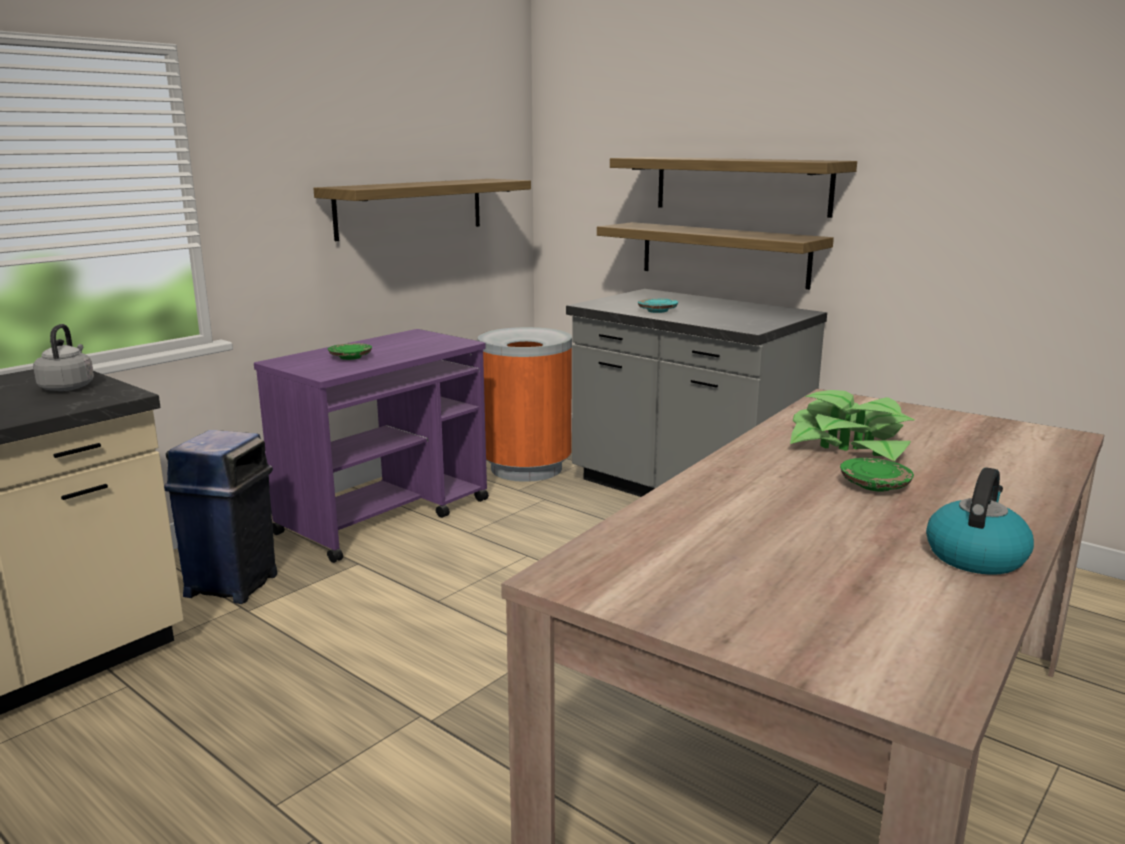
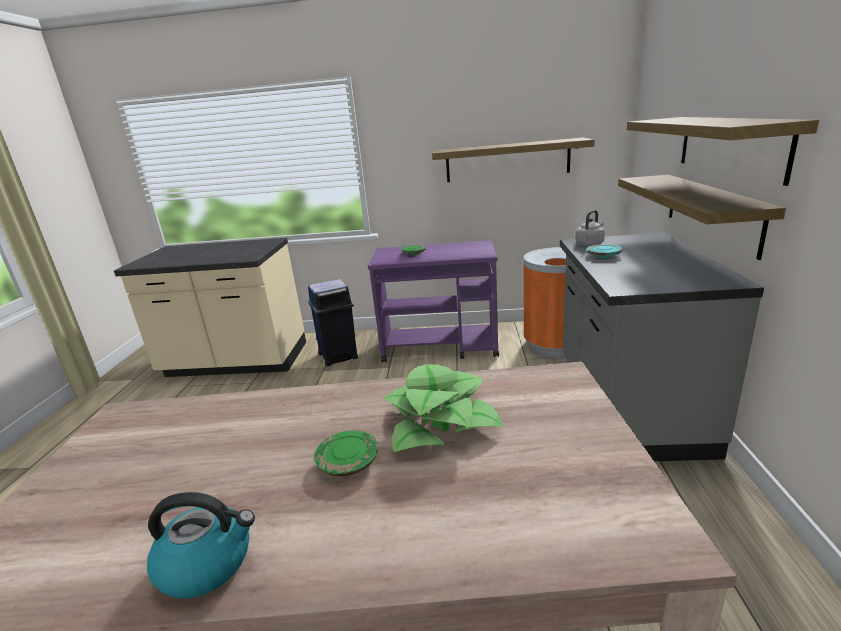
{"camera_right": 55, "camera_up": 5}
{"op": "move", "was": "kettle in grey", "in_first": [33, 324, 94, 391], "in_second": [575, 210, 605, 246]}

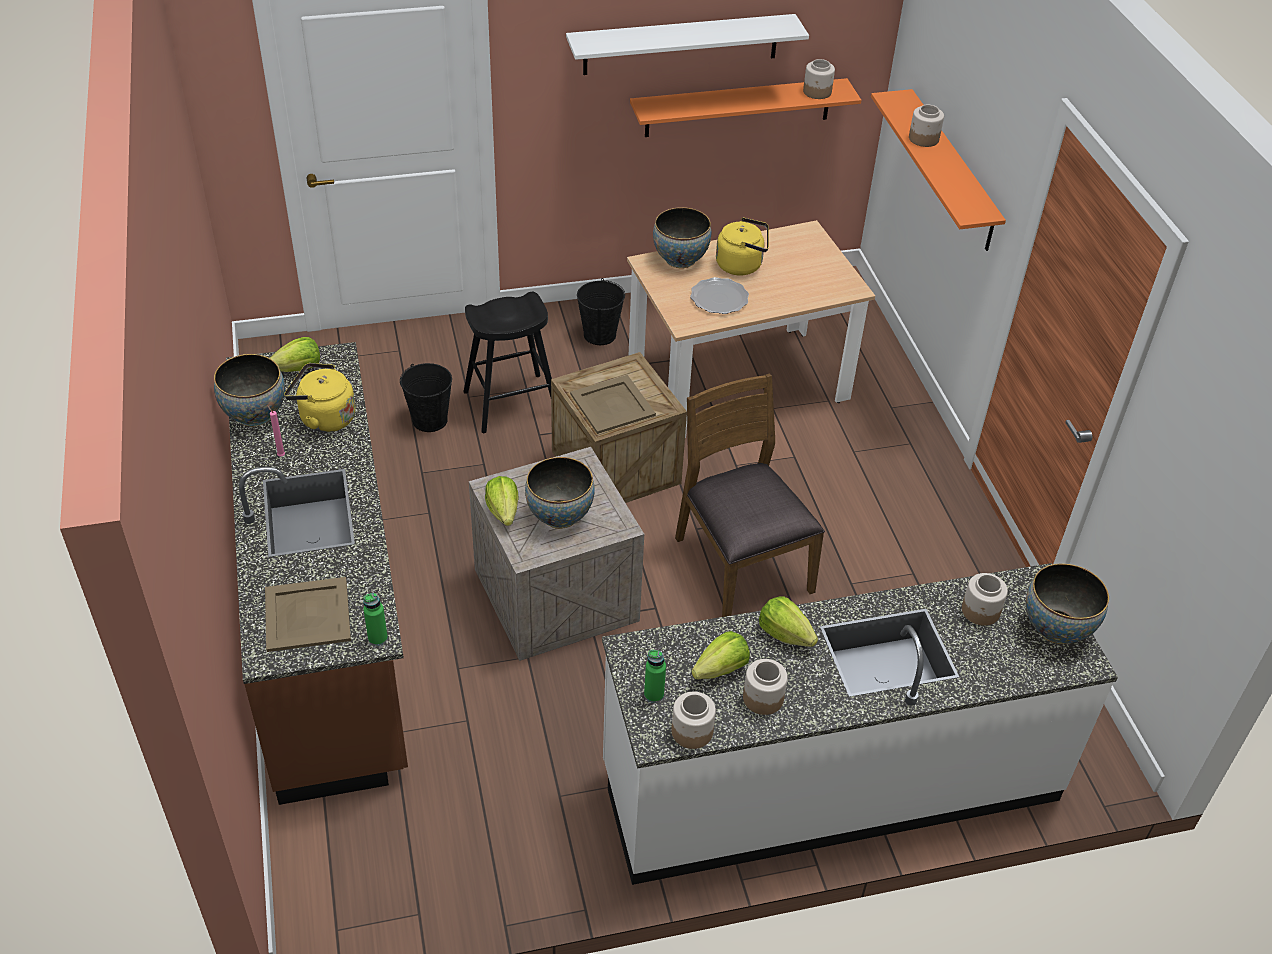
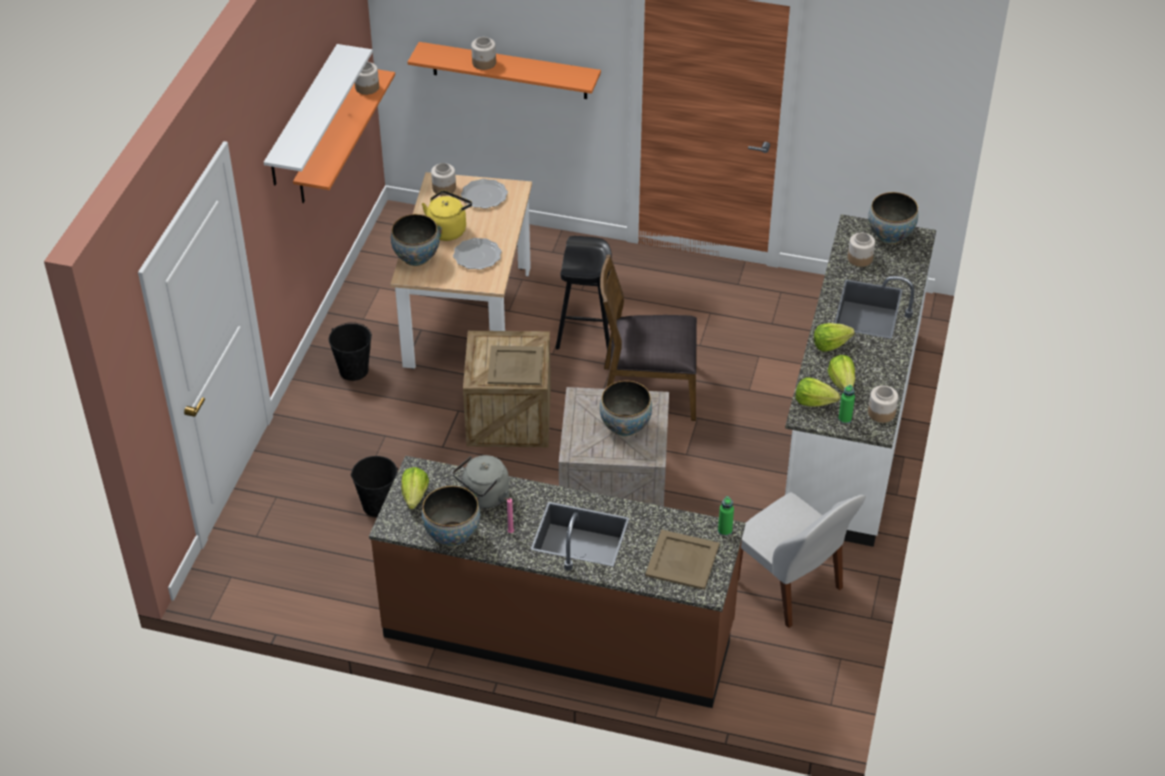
{"camera_right": -60, "camera_up": 0}
{"op": "move", "was": "jar", "in_first": [743, 659, 788, 715], "in_second": [431, 163, 456, 196]}
{"op": "recolor", "was": "kettle in yellow", "now": "kettle in grey", "in_first": [284, 363, 356, 433], "in_second": [453, 455, 510, 508]}
{"op": "insert", "now": "plate", "in_second": [461, 179, 508, 209]}
{"op": "move", "was": "stool in black", "in_first": [464, 292, 552, 433], "in_second": [556, 236, 612, 350]}
{"op": "insert", "now": "chair in white", "in_second": [738, 492, 866, 628]}
{"op": "move", "was": "lettuce", "in_first": [485, 476, 518, 526], "in_second": [795, 377, 840, 407]}

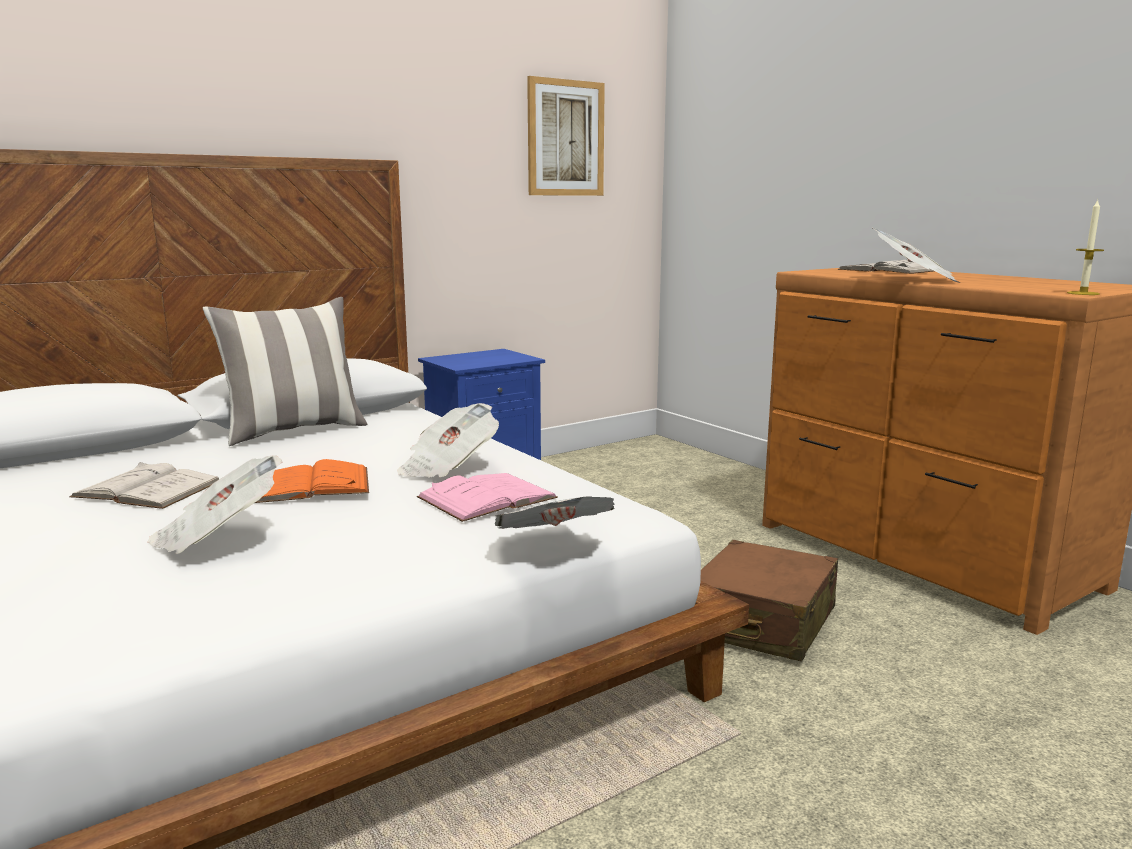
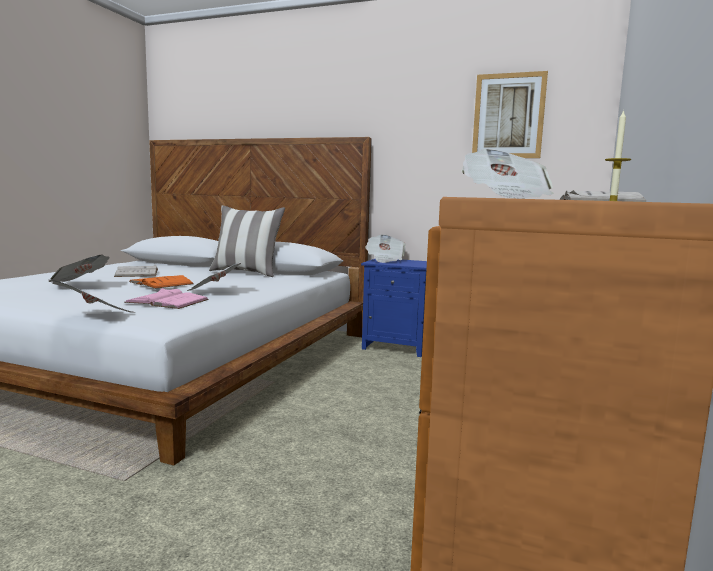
{"camera_right": 55, "camera_up": -5}
{"op": "insert", "now": "newspaper", "in_second": [365, 234, 406, 263]}
{"op": "move", "was": "candle", "in_first": [1067, 200, 1104, 295], "in_second": [605, 110, 631, 201]}
{"op": "delete", "was": "suitcase in brown", "in_first": [700, 540, 838, 661]}

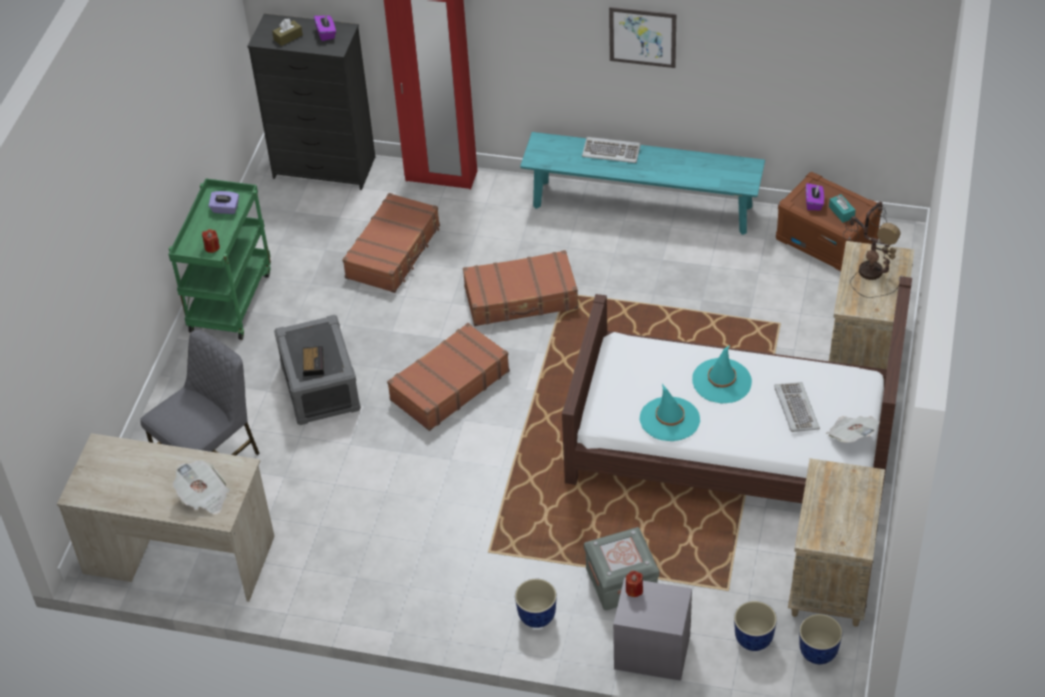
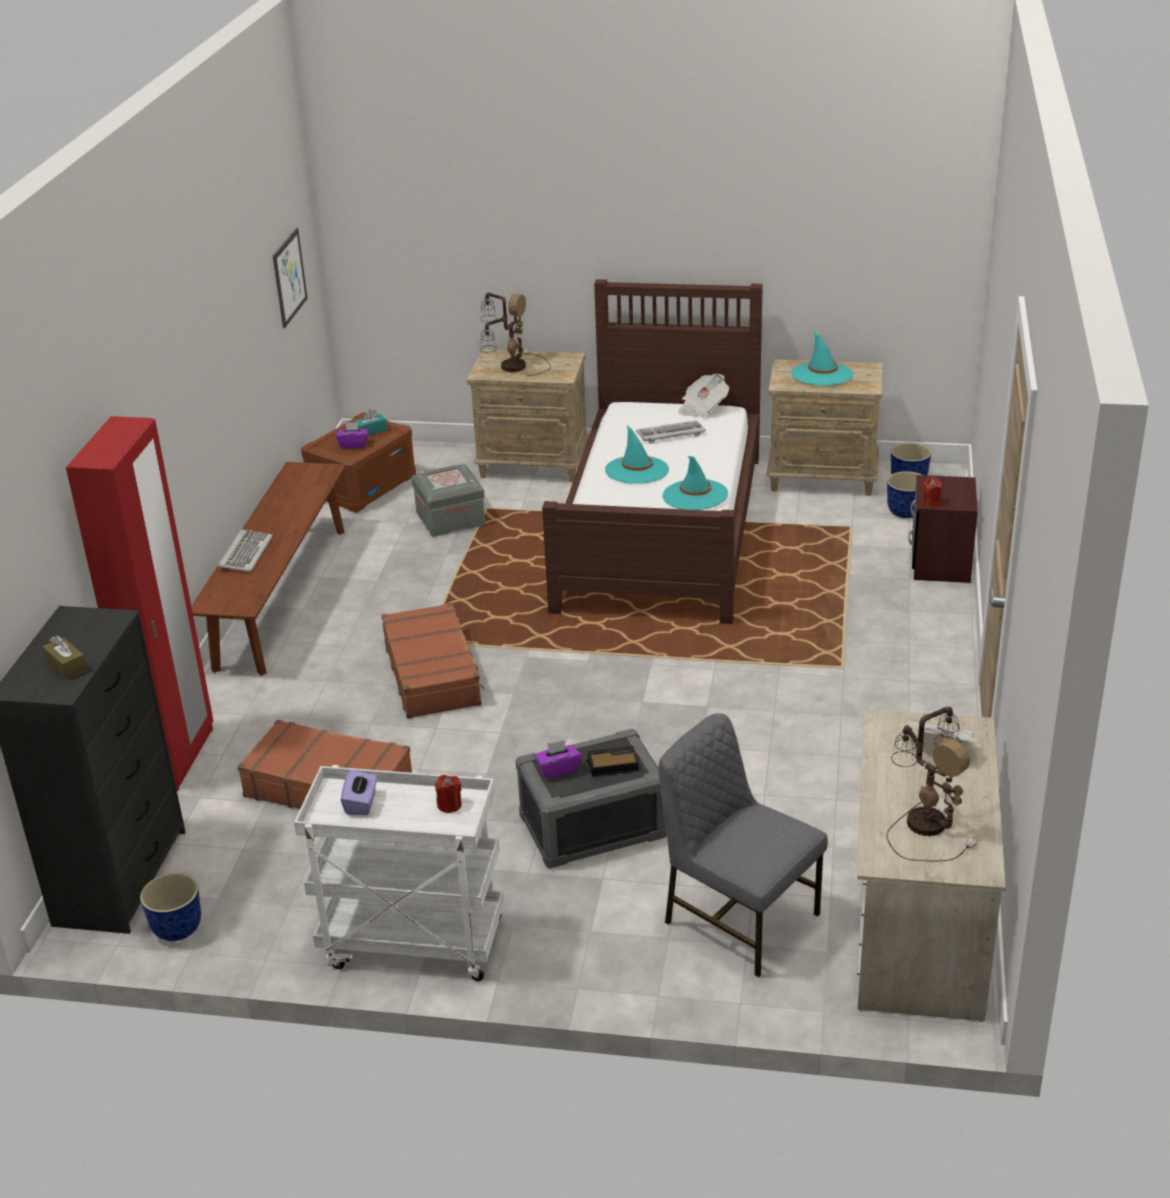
{"camera_right": -95, "camera_up": -15}
{"op": "move", "was": "planter", "in_first": [515, 579, 557, 628], "in_second": [140, 873, 201, 941]}
{"op": "recolor", "was": "bench in turquoise", "now": "bench in brown", "in_first": [520, 132, 765, 235], "in_second": [191, 462, 346, 676]}
{"op": "move", "was": "picture", "in_first": [609, 7, 676, 68], "in_second": [273, 228, 308, 328]}
{"op": "recolor", "was": "cart in green", "now": "cart in white", "in_first": [169, 179, 271, 340], "in_second": [294, 765, 504, 981]}
{"op": "move", "was": "storage box in grey", "in_first": [584, 527, 659, 610], "in_second": [411, 463, 485, 537]}
{"op": "move", "was": "tissue box in purple", "in_first": [314, 14, 336, 41], "in_second": [535, 740, 581, 779]}
{"op": "insert", "now": "hat in turquoise", "in_second": [791, 331, 853, 386]}
{"op": "insert", "now": "table lamp", "in_second": [887, 707, 978, 862]}
{"op": "recolor", "was": "nightstand in grey", "now": "nightstand in brown", "in_first": [613, 578, 692, 681], "in_second": [908, 475, 978, 583]}
{"op": "delete", "was": "suitcase in brown", "in_first": [387, 323, 510, 431]}

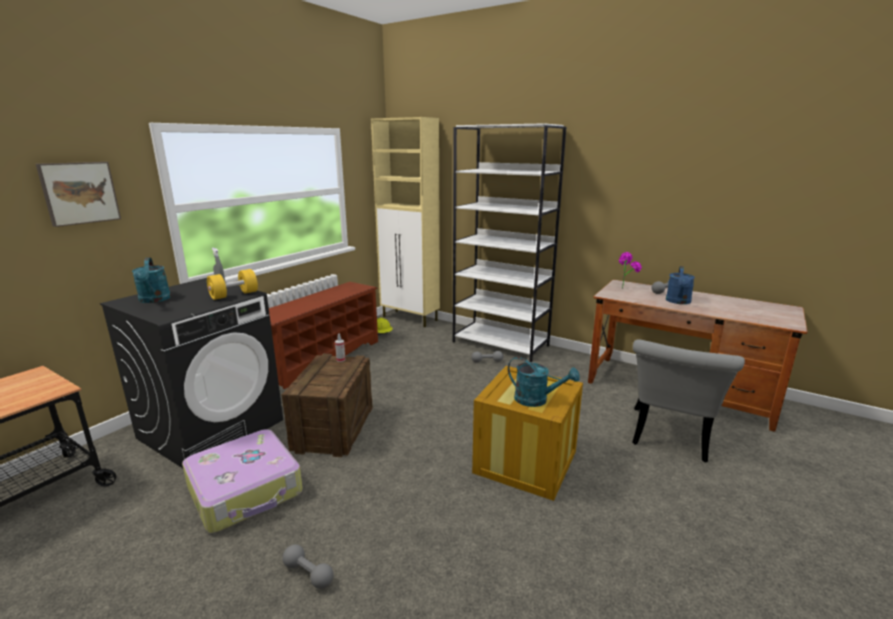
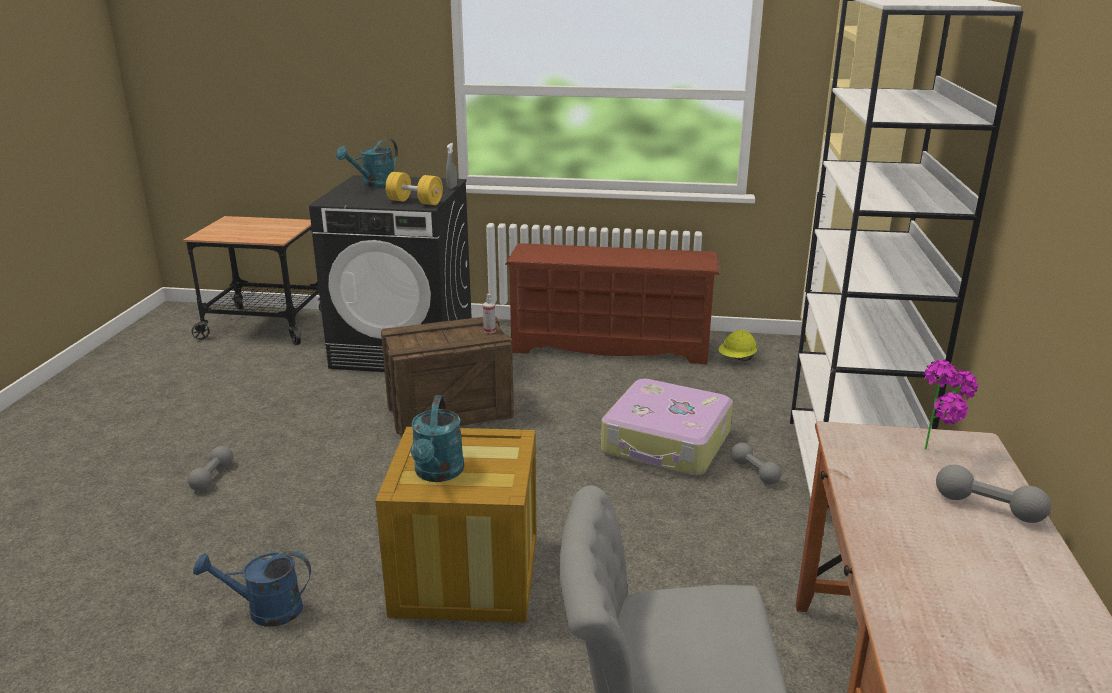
{"camera_right": 65, "camera_up": 5}
{"op": "move", "was": "watering can in blue", "in_first": [666, 266, 695, 304], "in_second": [193, 551, 311, 627]}
{"op": "move", "was": "suitcase", "in_first": [182, 429, 303, 533], "in_second": [601, 379, 733, 476]}
{"op": "delete", "was": "picture", "in_first": [36, 162, 121, 227]}

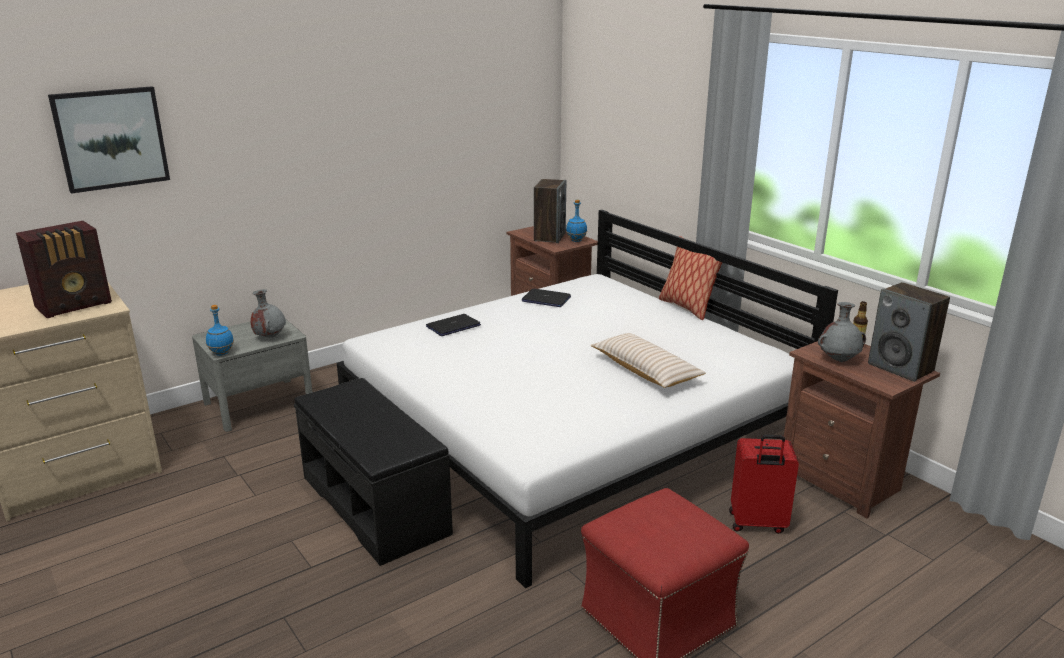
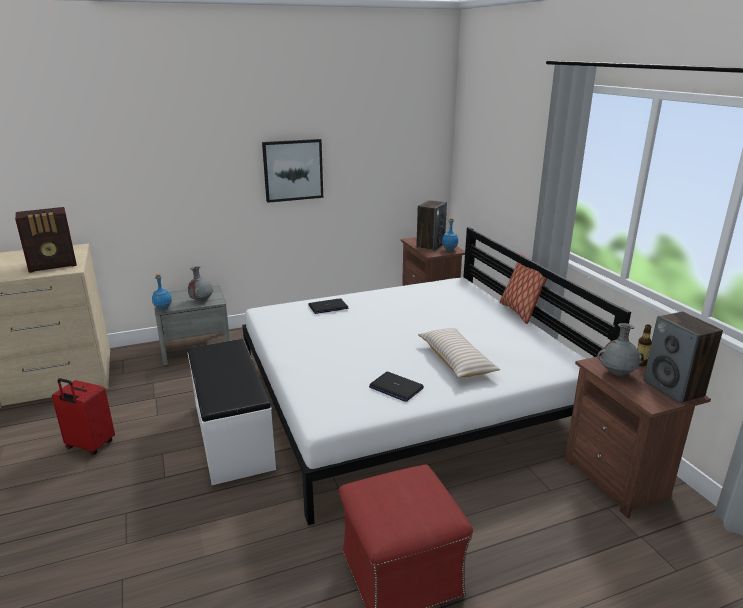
{"camera_right": 15, "camera_up": 0}
{"op": "move", "was": "suitcase in red", "in_first": [729, 435, 799, 534], "in_second": [52, 378, 115, 455]}
{"op": "recolor", "was": "bench in black", "now": "bench in white", "in_first": [294, 378, 453, 566], "in_second": [188, 339, 276, 485]}
{"op": "move", "was": "picture", "in_first": [48, 86, 170, 194], "in_second": [262, 139, 323, 203]}
{"op": "move", "was": "laptop", "in_first": [522, 289, 571, 307], "in_second": [369, 372, 424, 402]}

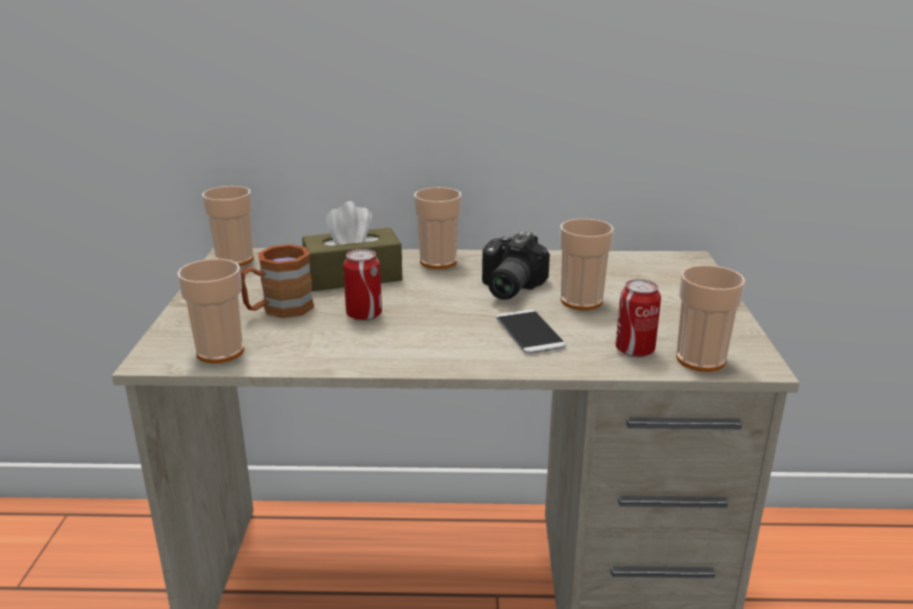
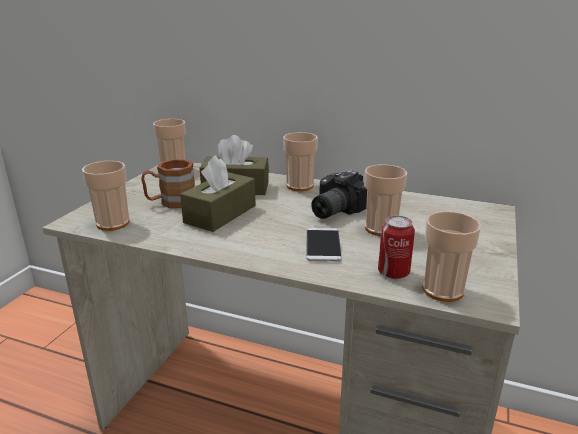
{"camera_right": 20, "camera_up": 0}
{"op": "replace", "was": "can", "now": "tissue box in brown", "in_first": [343, 249, 382, 321], "in_second": [180, 156, 256, 232]}

